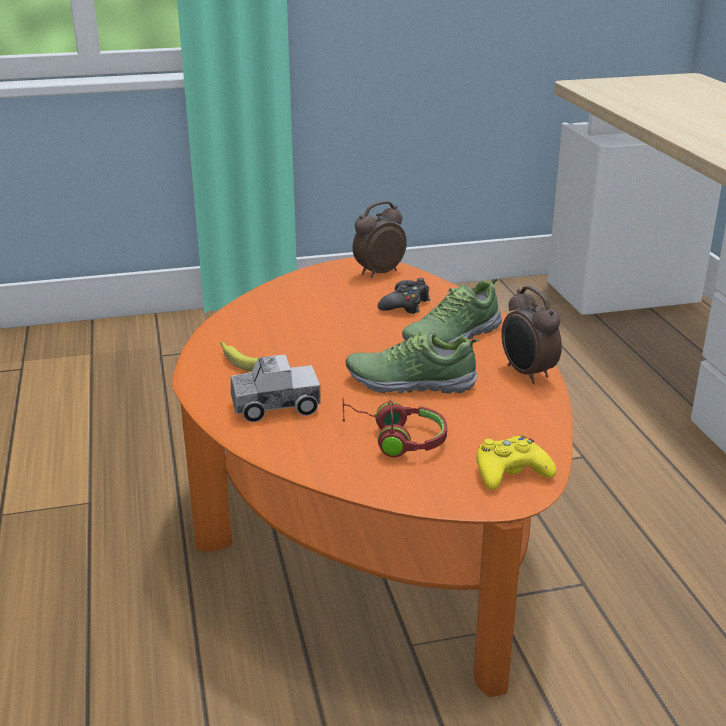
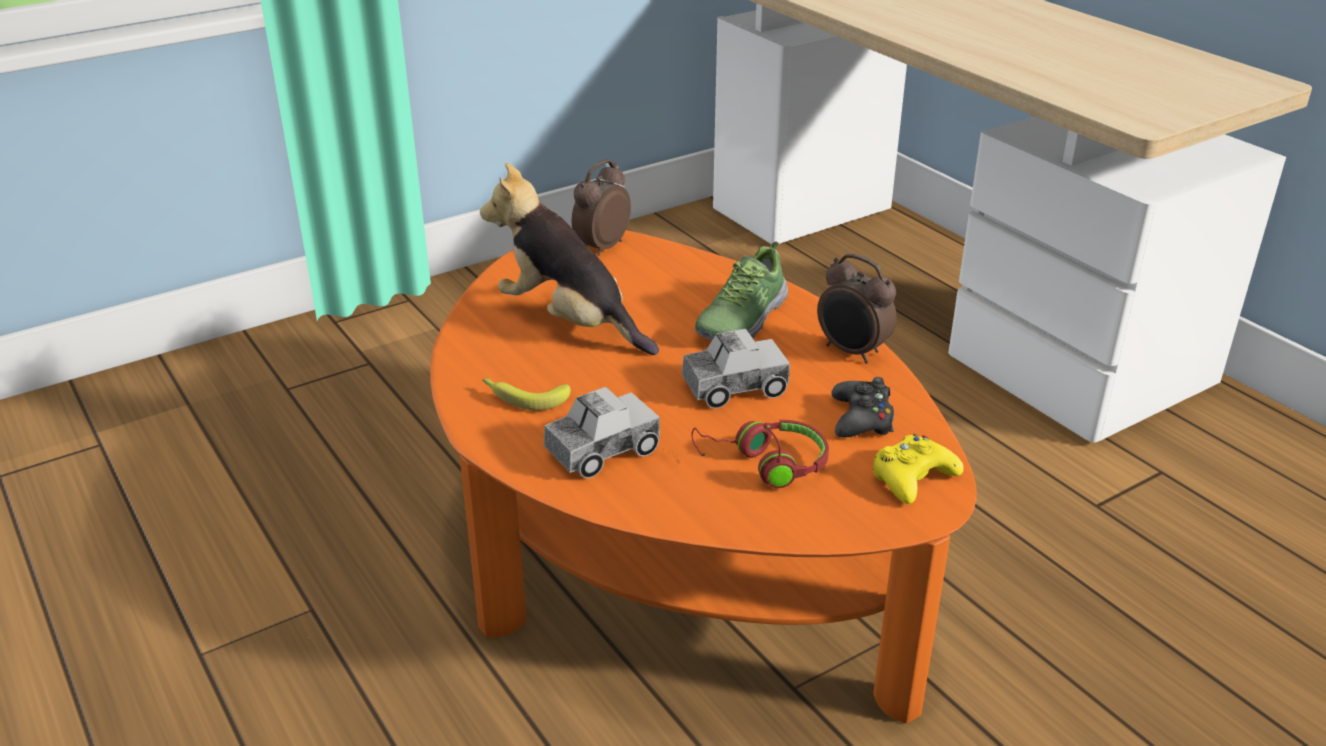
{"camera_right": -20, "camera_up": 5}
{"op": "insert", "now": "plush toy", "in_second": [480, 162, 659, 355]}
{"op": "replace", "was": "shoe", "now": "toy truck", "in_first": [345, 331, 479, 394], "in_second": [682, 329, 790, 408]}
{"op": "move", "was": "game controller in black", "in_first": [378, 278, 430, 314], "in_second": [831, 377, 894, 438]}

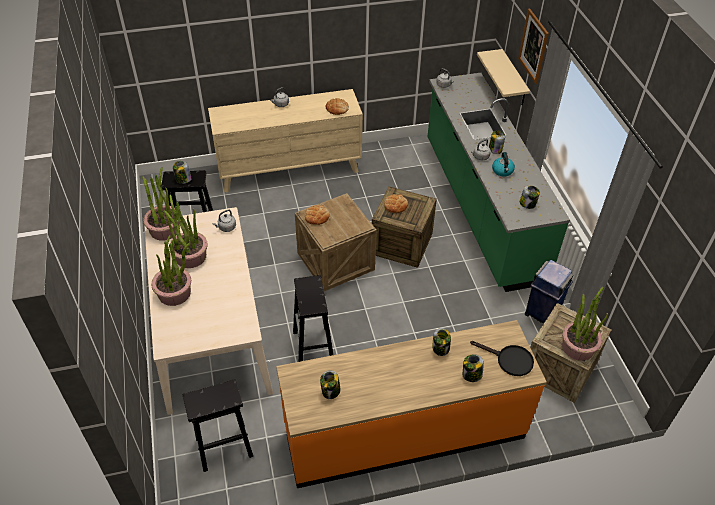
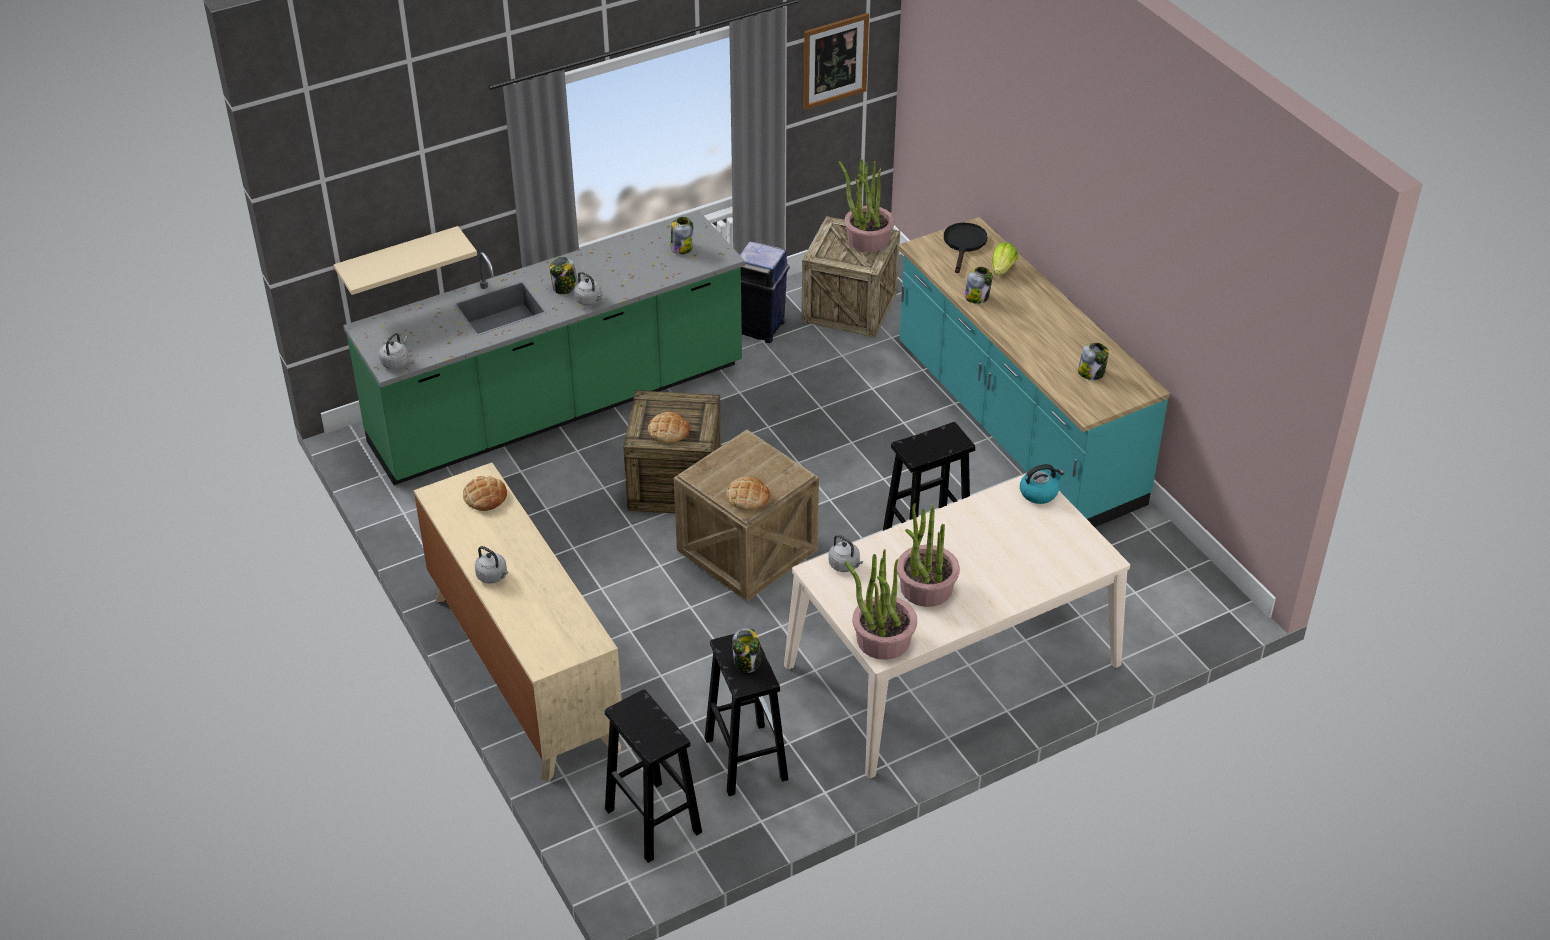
{"camera_right": -105, "camera_up": -5}
{"op": "move", "was": "stool in black", "in_first": [183, 379, 253, 472], "in_second": [605, 689, 702, 863]}
{"op": "move", "was": "picture", "in_first": [518, 9, 549, 84], "in_second": [803, 13, 869, 110]}
{"op": "recolor", "was": "counter in orange", "now": "counter in turquoise", "in_first": [276, 320, 547, 488], "in_second": [898, 217, 1170, 527]}
{"op": "replace", "was": "jar", "now": "lettuce", "in_first": [463, 354, 484, 382], "in_second": [992, 242, 1018, 276]}
{"op": "move", "was": "kettle", "in_first": [492, 152, 515, 177], "in_second": [1020, 464, 1064, 504]}
{"op": "delete", "was": "potted plant", "in_first": [151, 235, 191, 306]}

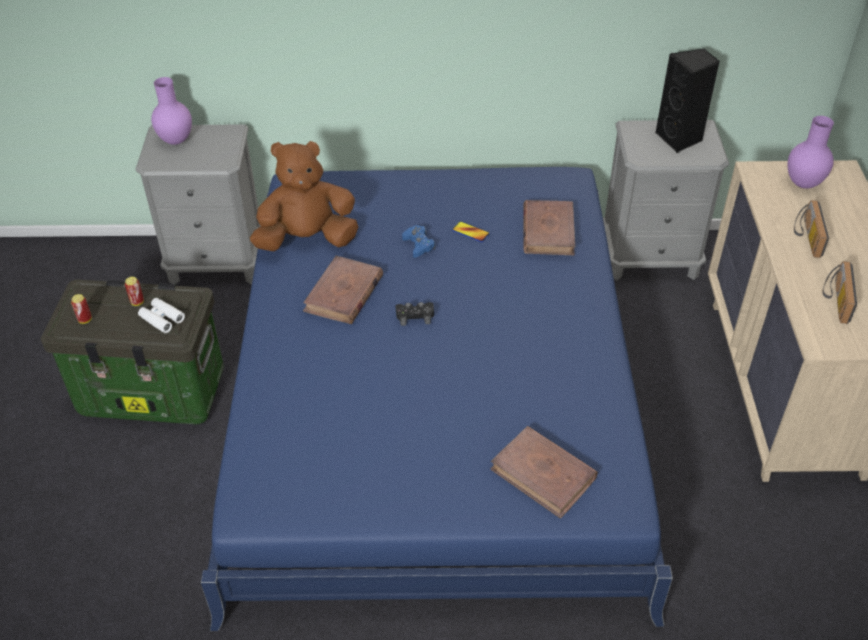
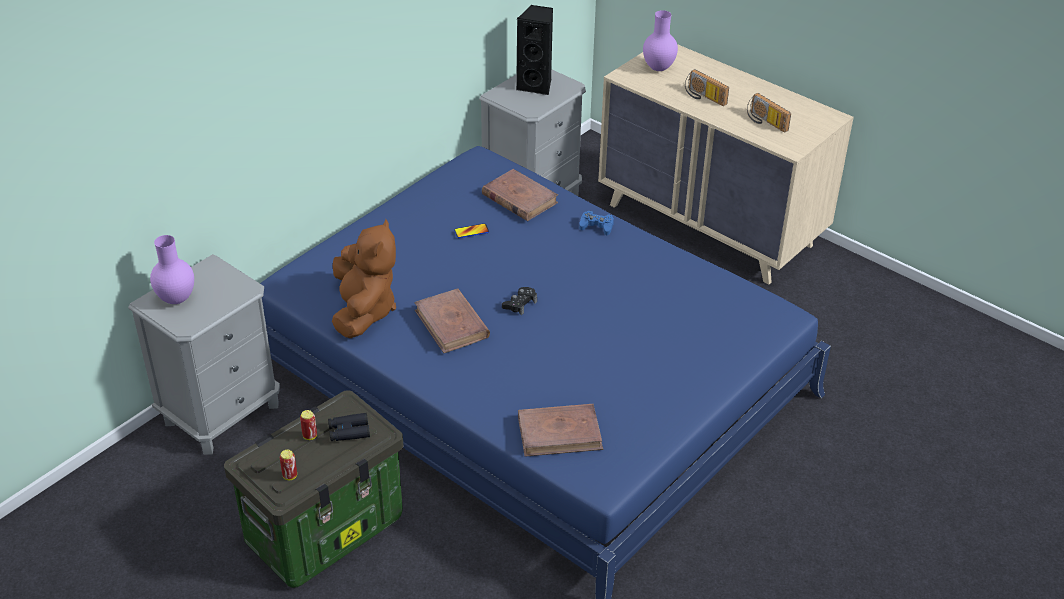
{"camera_right": -50, "camera_up": -5}
{"op": "recolor", "was": "binoculars in white", "now": "binoculars in black", "in_first": [138, 298, 185, 333], "in_second": [328, 413, 370, 441]}
{"op": "rotate", "was": "plush toy in brown", "in_first": [250, 141, 358, 251], "in_second": [332, 219, 396, 338], "clockwise": 150}
{"op": "move", "was": "book in brown", "in_first": [490, 426, 598, 519], "in_second": [518, 404, 603, 457]}
{"op": "move", "was": "game controller in blue", "in_first": [402, 225, 435, 258], "in_second": [579, 211, 614, 235]}

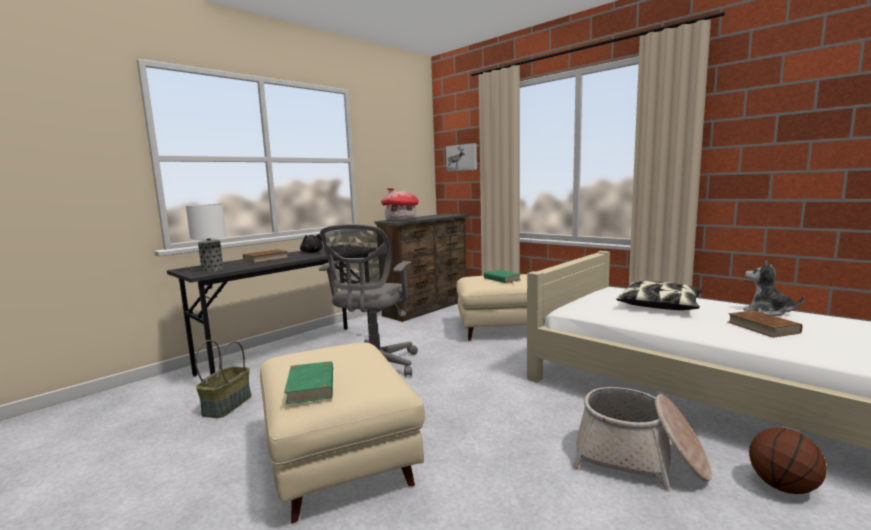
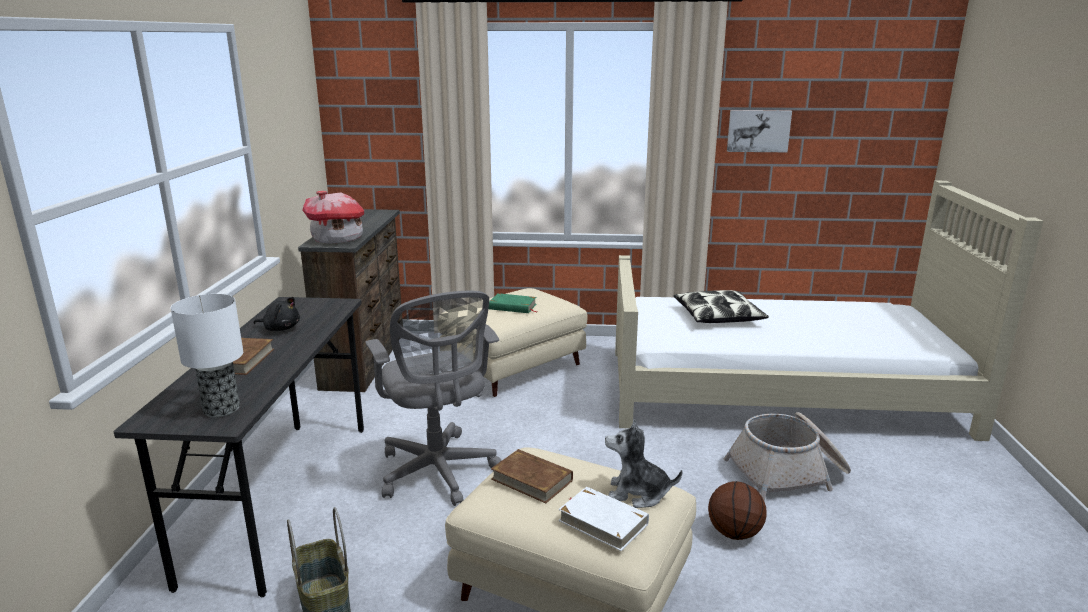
{"camera_right": -40, "camera_up": 10}
{"op": "move", "was": "book in brown", "in_first": [728, 310, 802, 338], "in_second": [491, 449, 573, 503]}
{"op": "recolor", "was": "book in green", "now": "book in white", "in_first": [284, 361, 333, 404], "in_second": [558, 487, 649, 551]}
{"op": "move", "was": "plush toy", "in_first": [743, 261, 804, 316], "in_second": [605, 420, 682, 508]}
{"op": "move", "was": "basketball", "in_first": [749, 428, 827, 494], "in_second": [708, 481, 767, 540]}
{"op": "move", "was": "picture", "in_first": [446, 143, 477, 171], "in_second": [727, 110, 792, 152]}

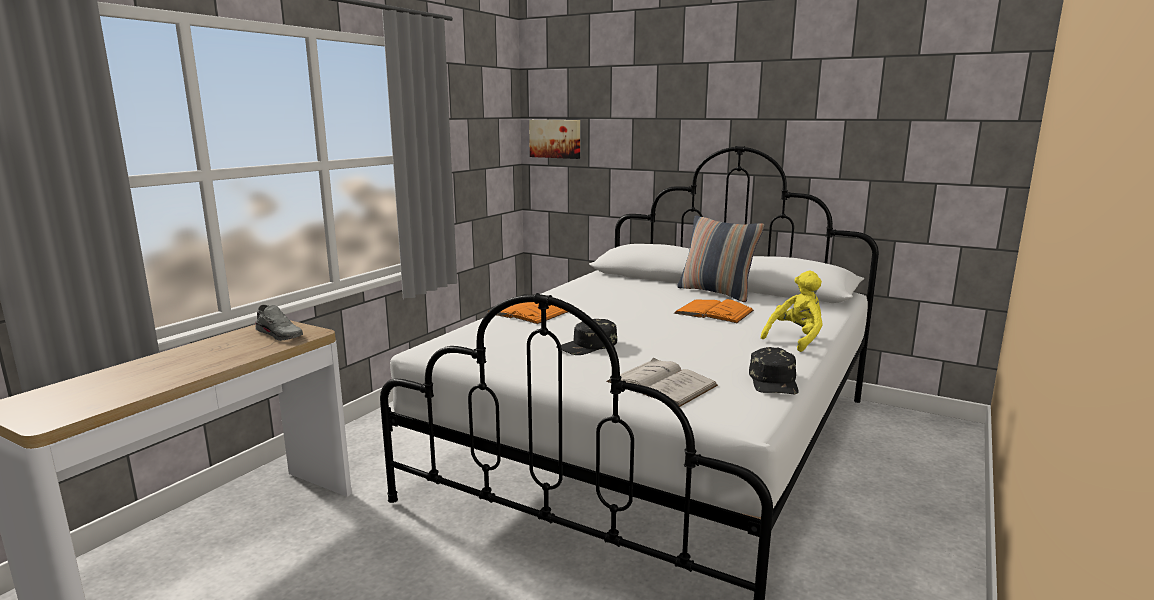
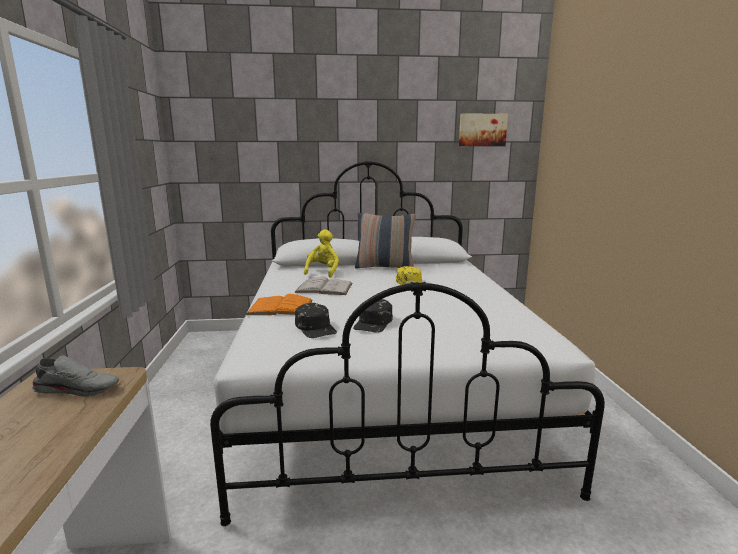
{"camera_right": -35, "camera_up": 0}
{"op": "move", "was": "book in white", "in_first": [606, 358, 718, 407], "in_second": [294, 277, 352, 295]}
{"op": "move", "was": "cap in black", "in_first": [749, 347, 799, 394], "in_second": [295, 303, 337, 338]}
{"op": "move", "was": "plush toy in yellow", "in_first": [761, 271, 823, 352], "in_second": [304, 229, 339, 278]}
{"op": "replace", "was": "book in orange", "now": "cap in yellow", "in_first": [674, 299, 754, 323], "in_second": [395, 266, 422, 285]}
{"op": "move", "was": "picture", "in_first": [529, 120, 580, 159], "in_second": [459, 113, 508, 146]}

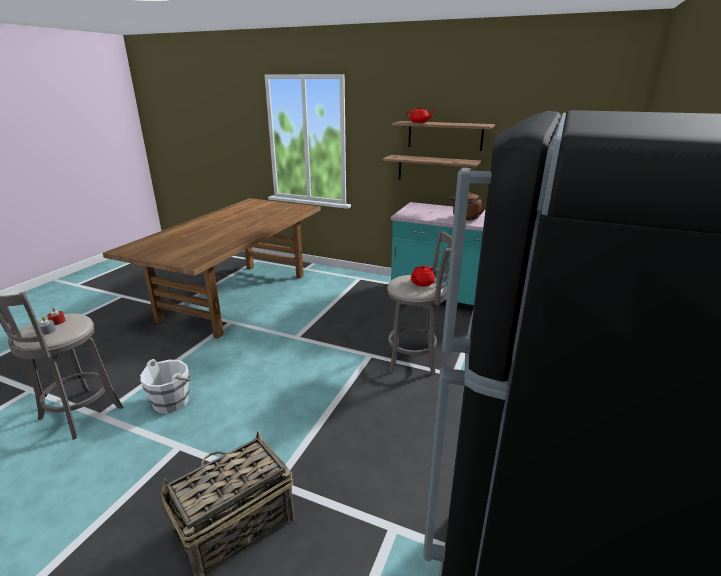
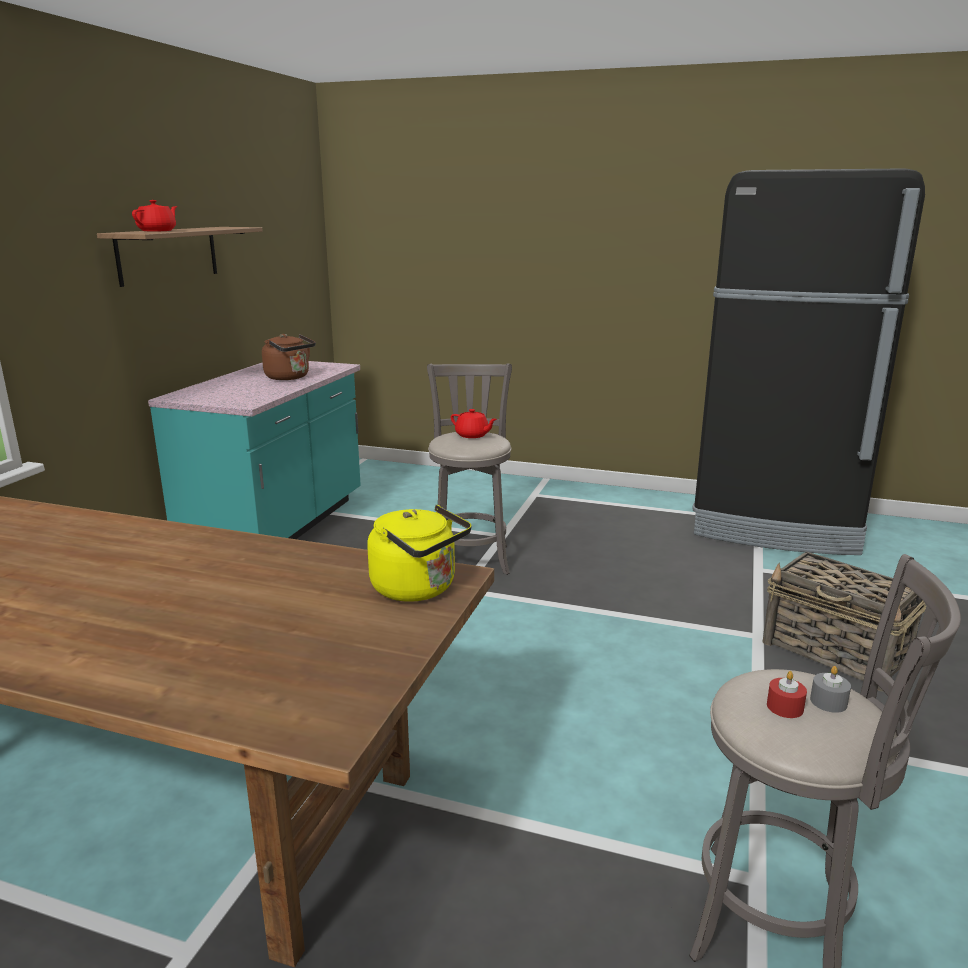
{"camera_right": -95, "camera_up": -5}
{"op": "insert", "now": "kettle in yellow", "in_second": [367, 505, 472, 602]}
{"op": "delete", "was": "bucket in white", "in_first": [140, 359, 192, 414]}
{"op": "delete", "was": "shelf", "in_first": [382, 155, 481, 179]}

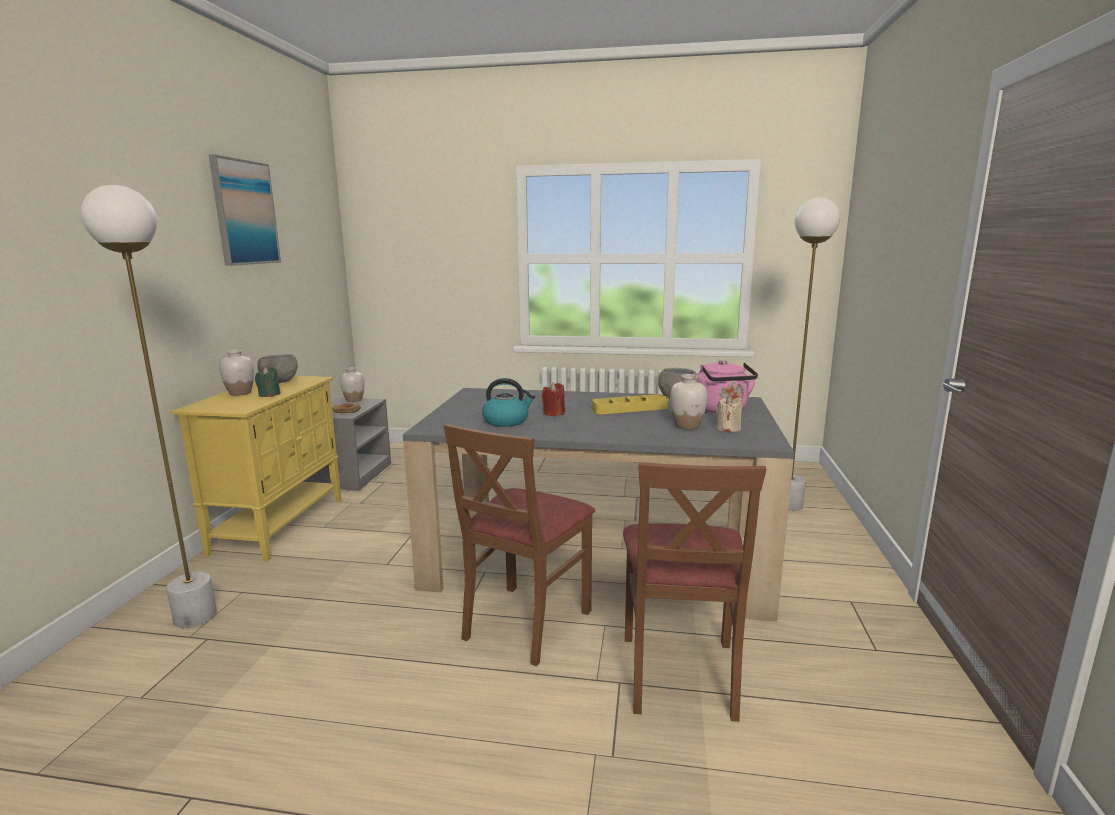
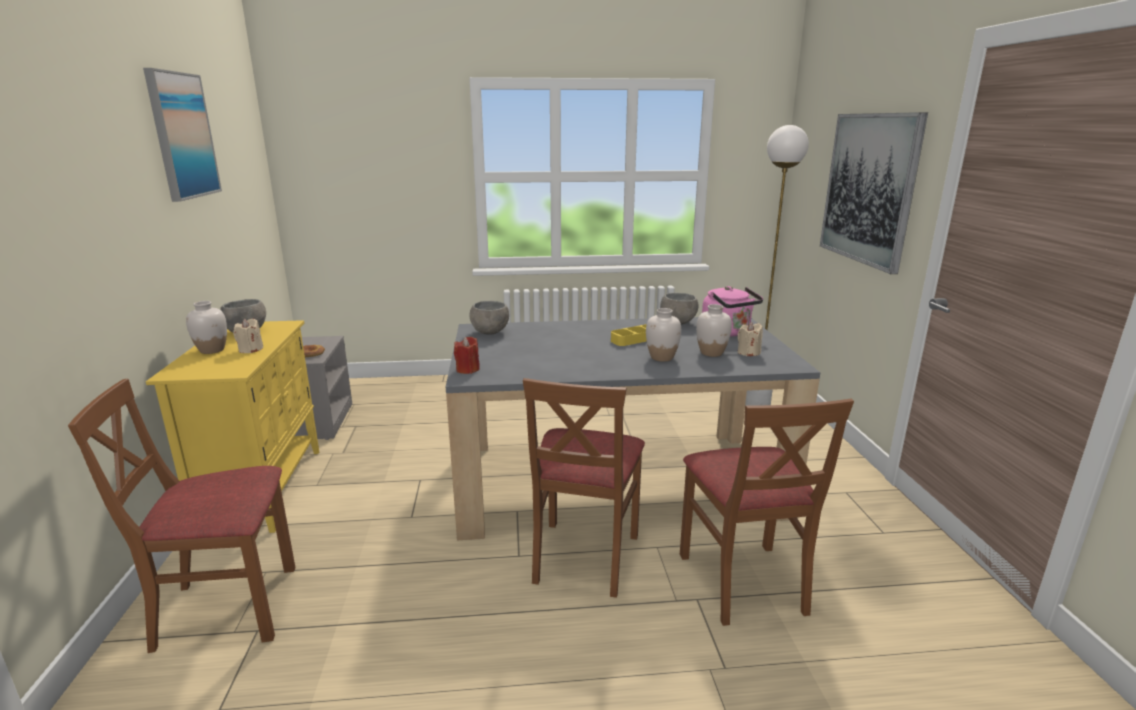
{"camera_right": -15, "camera_up": 5}
{"op": "replace", "was": "floor lamp in white", "now": "chair in brown", "in_first": [81, 185, 217, 628], "in_second": [68, 379, 295, 653]}
{"op": "recolor", "was": "candle in green", "now": "candle in beige", "in_first": [255, 367, 281, 397], "in_second": [233, 319, 263, 353]}
{"op": "move", "was": "candle in red", "in_first": [542, 383, 565, 416], "in_second": [454, 337, 480, 374]}
{"op": "insert", "now": "bowl in grey", "in_second": [470, 301, 509, 335]}
{"op": "move", "was": "vase in white", "in_first": [340, 367, 365, 402], "in_second": [646, 308, 681, 362]}
{"op": "insert", "now": "picture", "in_second": [820, 112, 928, 274]}
{"op": "delete", "was": "kettle", "in_first": [482, 378, 535, 427]}

